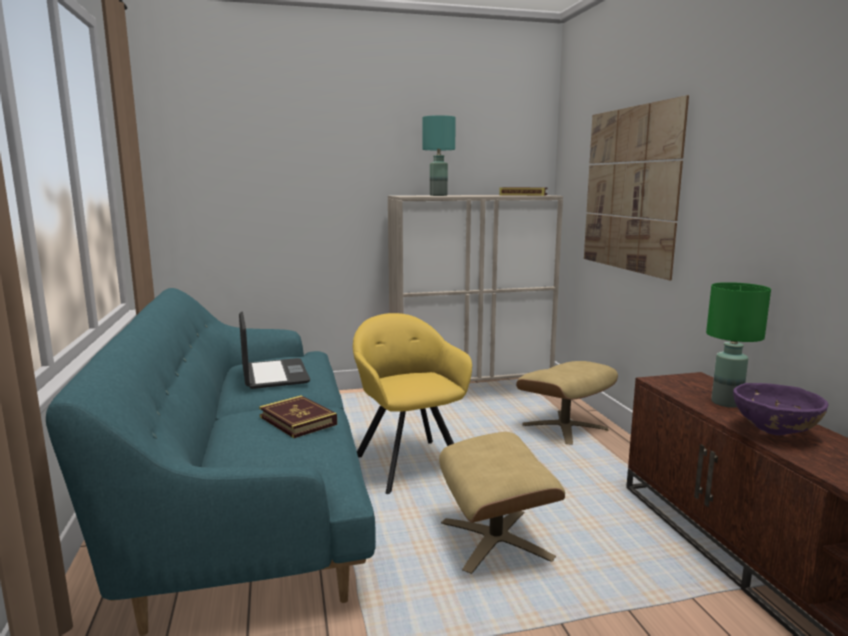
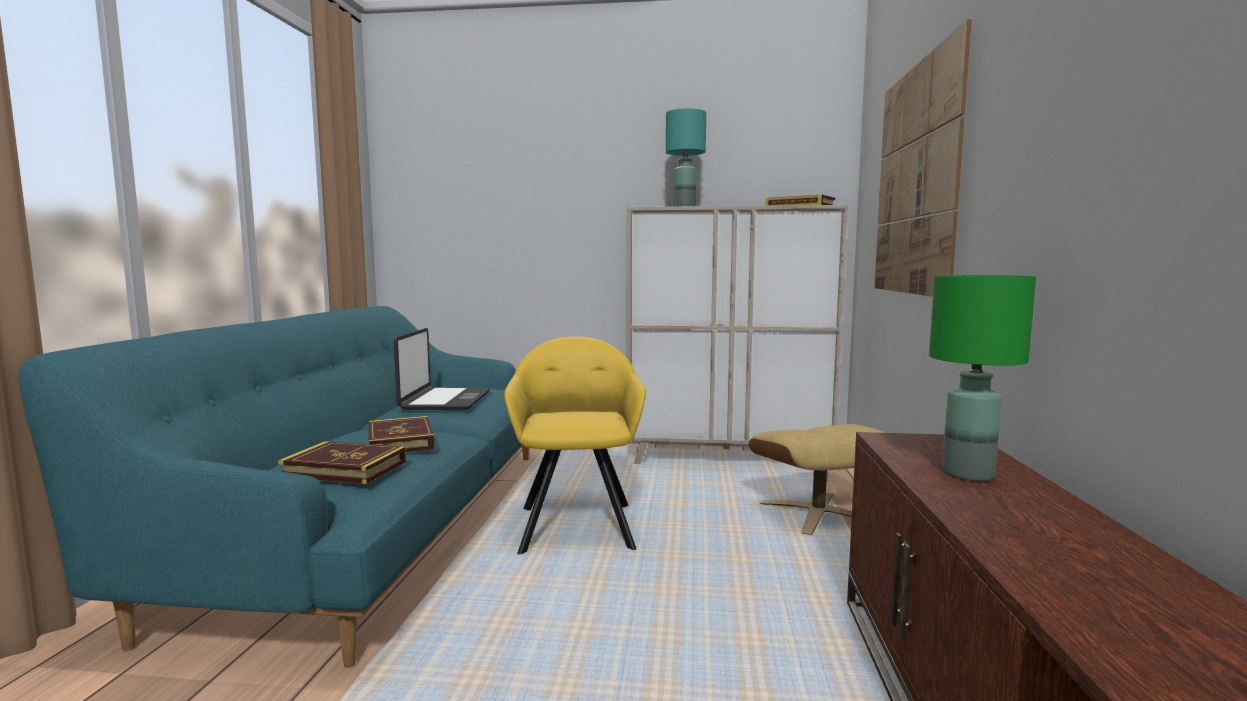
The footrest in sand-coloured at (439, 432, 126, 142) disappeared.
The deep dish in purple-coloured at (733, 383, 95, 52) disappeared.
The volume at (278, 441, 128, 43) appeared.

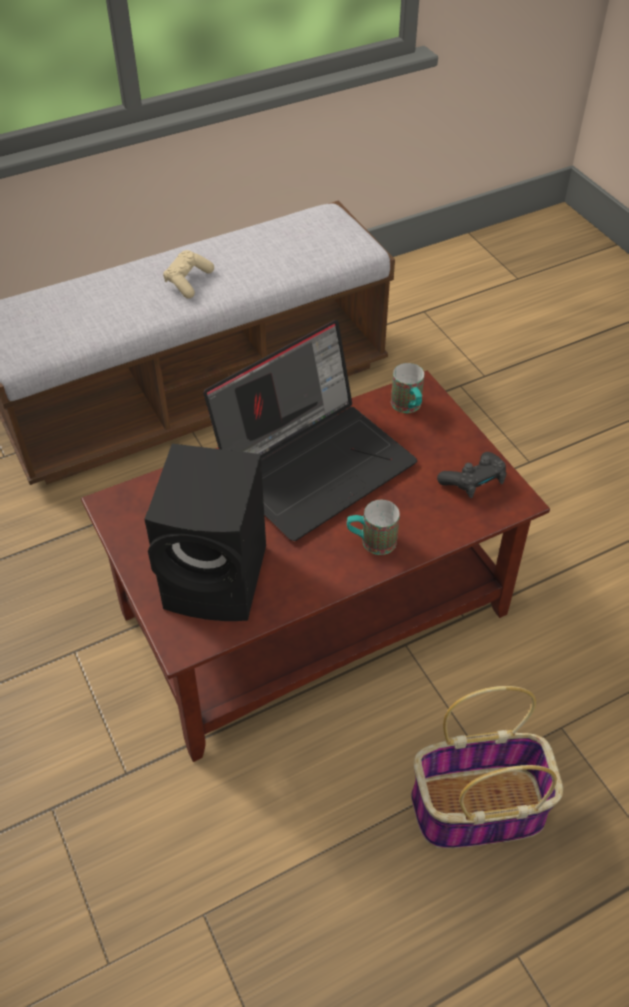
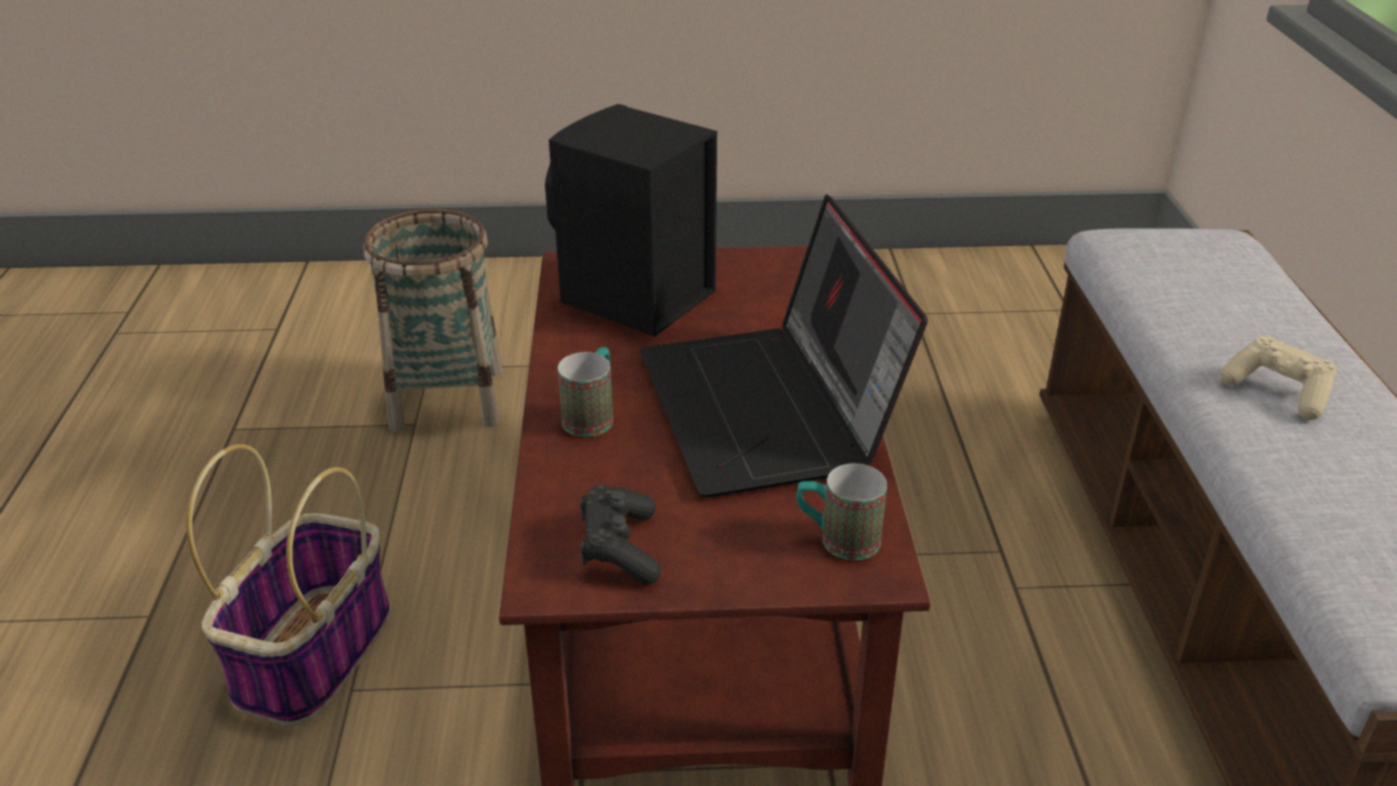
The storage basket at (363, 209, 139, 223) appeared.

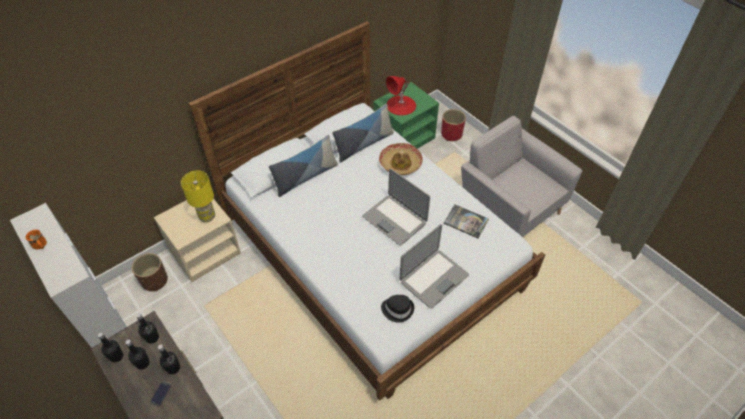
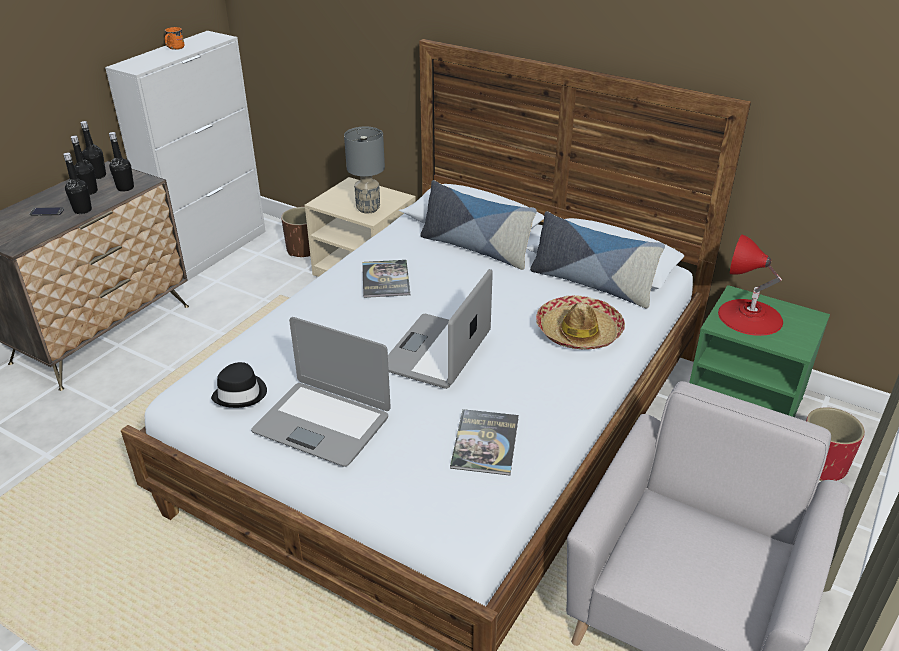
The volume at (362, 260, 48, 38) appeared.
The lamp for a table in yellow-coloured at (181, 171, 34, 51) became the lamp for a table in grey at (344, 127, 41, 86).

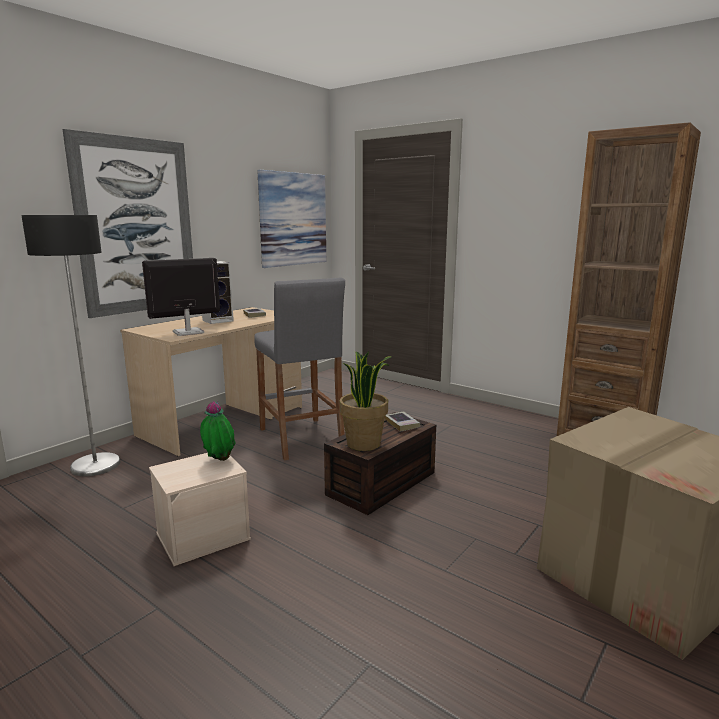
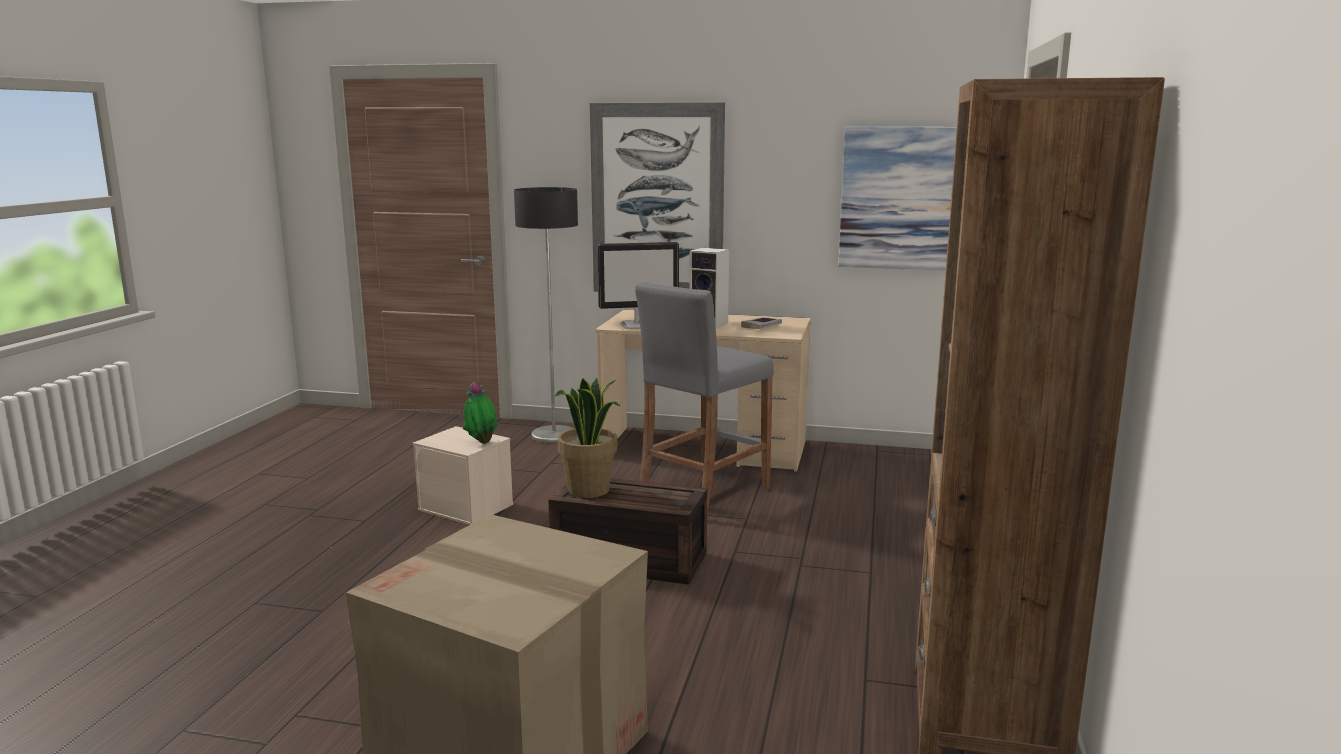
The volume at (385, 411, 35, 21) disappeared.
The computer display at (142, 258, 78, 78) turned 135 degrees clockwise.

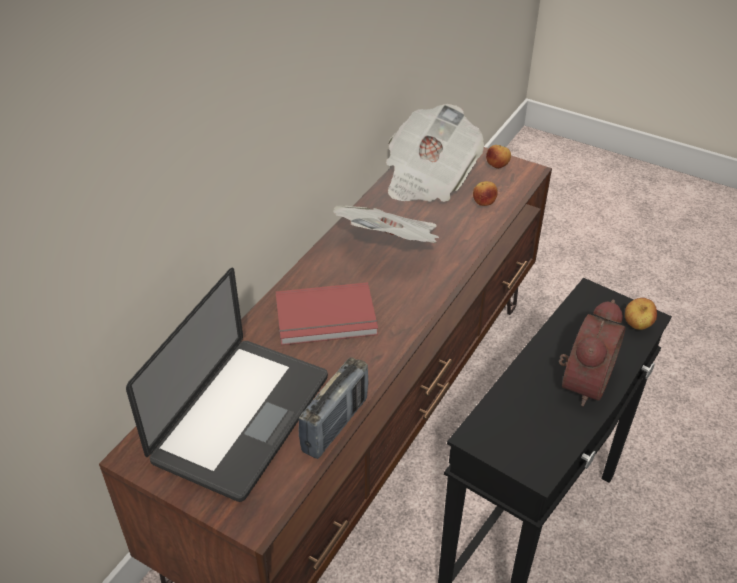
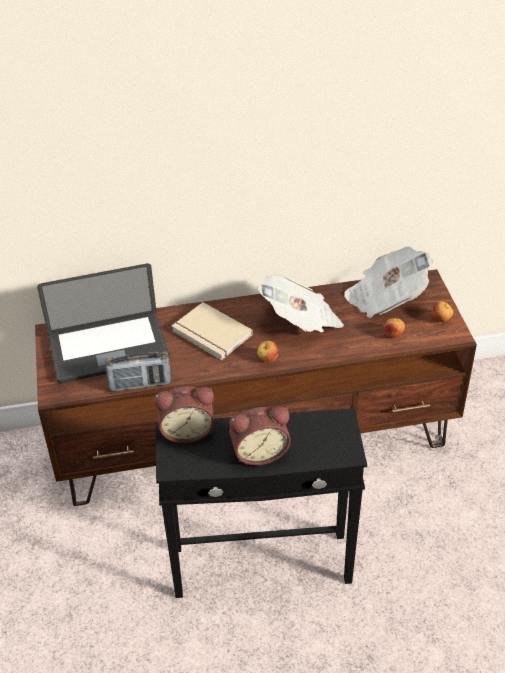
The bedside clock at (154, 386, 60, 57) appeared.
The apple moved from (625, 298, 32, 32) to (257, 341, 22, 21).
The volume in red at (276, 282, 102, 63) became the volume in sand-coloured at (172, 302, 81, 58).

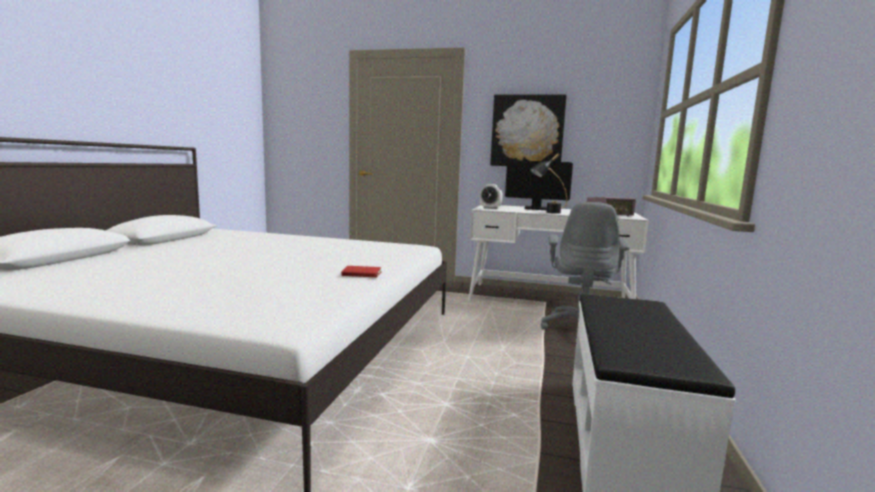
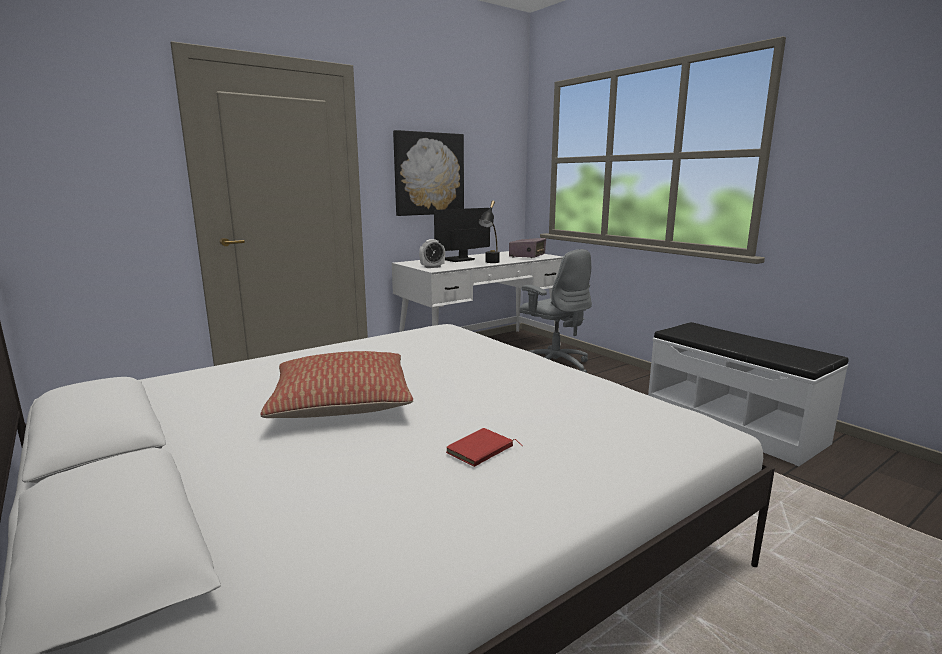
The throw pillow at (261, 351, 152, 67) appeared.
The volume in red moved from (341, 266, 41, 11) to (446, 428, 76, 39).

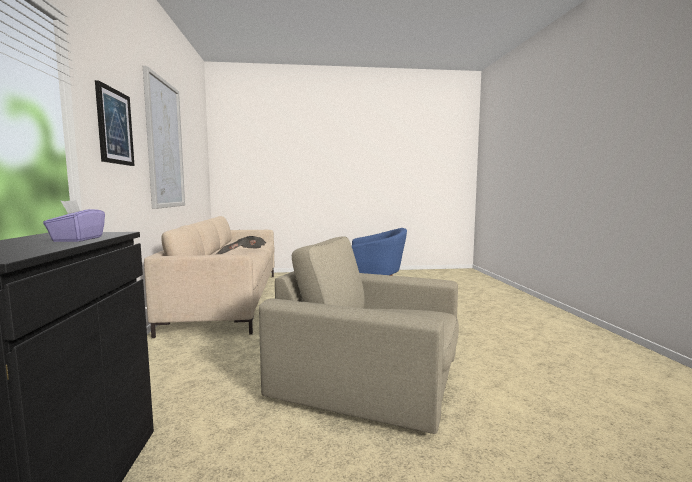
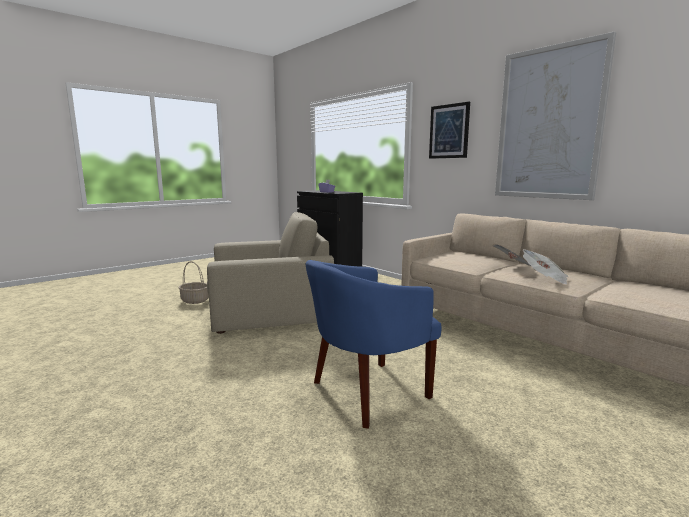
The storage basket at (179, 261, 30, 43) appeared.

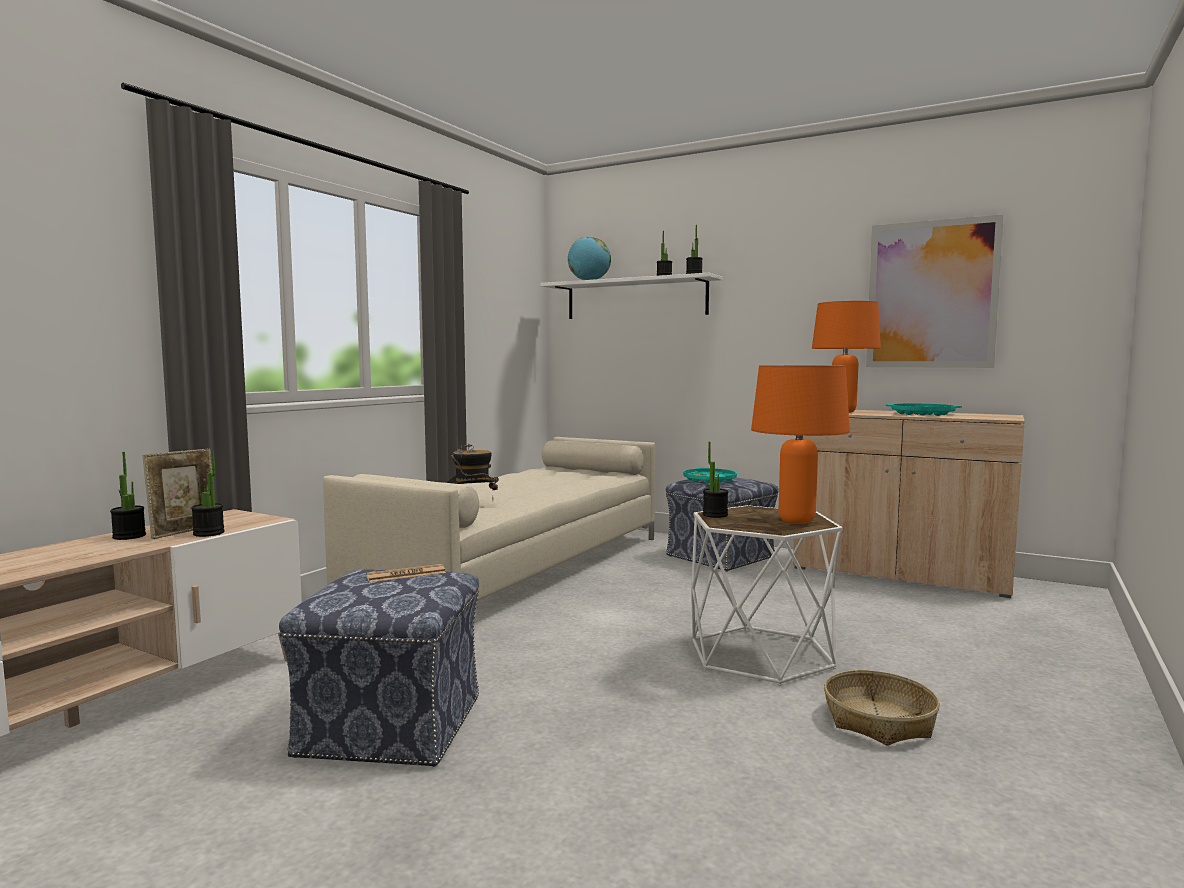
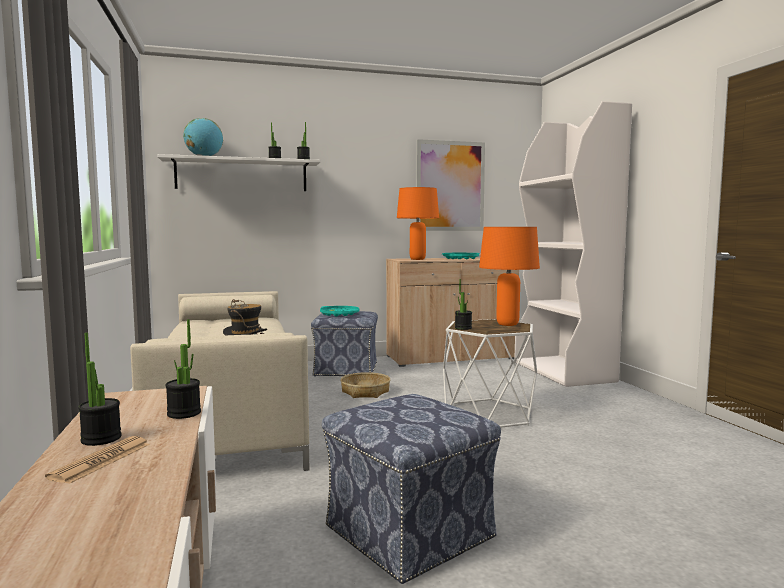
The picture frame at (143, 448, 69, 91) disappeared.
The bookshelf in white-coloured at (514, 101, 118, 286) appeared.
The printed paper moved from (366, 564, 80, 18) to (45, 436, 105, 48).
The storage basket moved from (824, 670, 116, 75) to (341, 372, 49, 26).

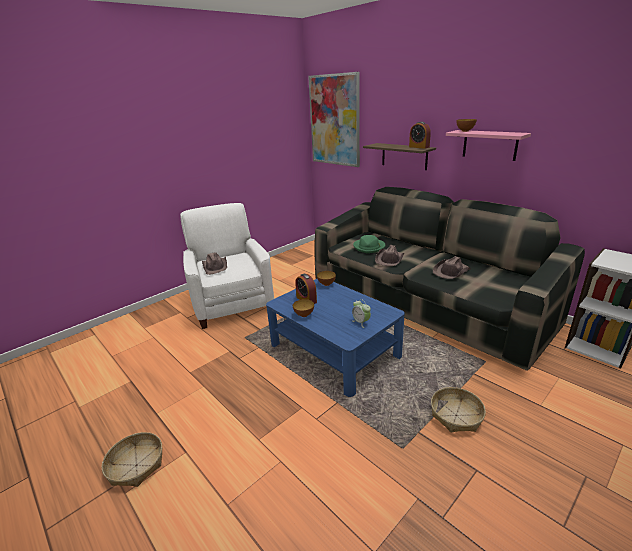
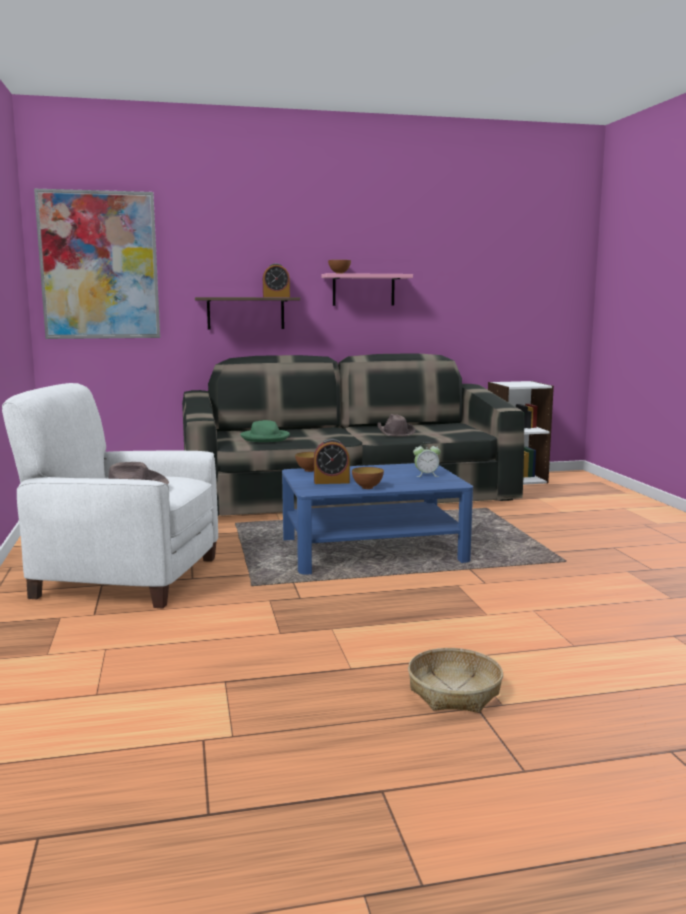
The wearable hat in brownish at (375, 245, 29, 21) disappeared.
The storage basket at (431, 387, 55, 45) disappeared.

